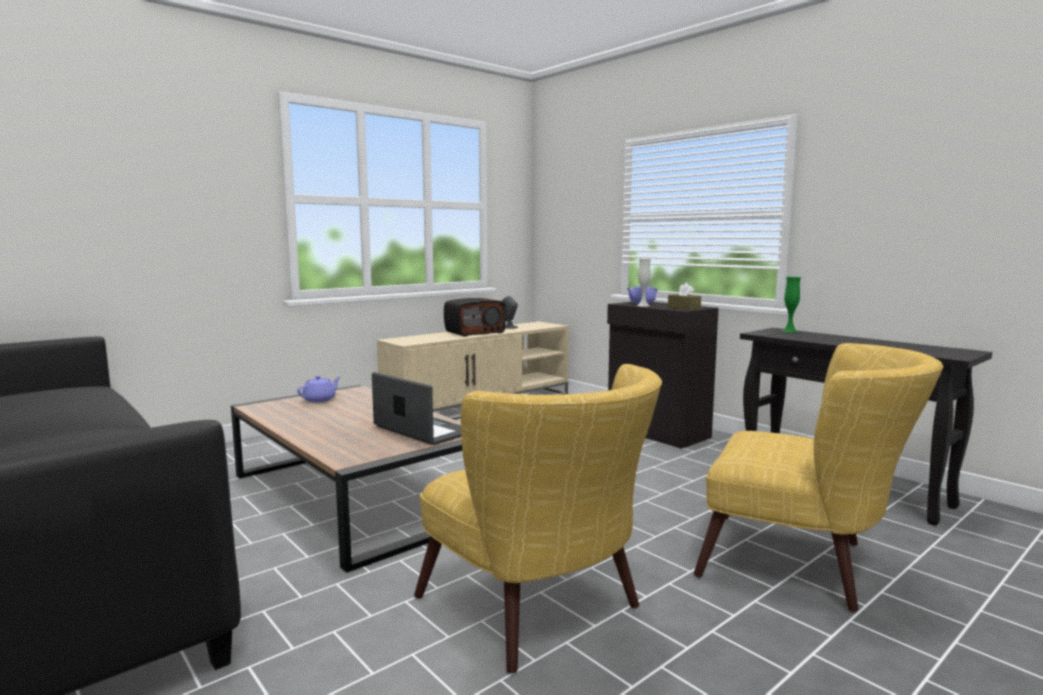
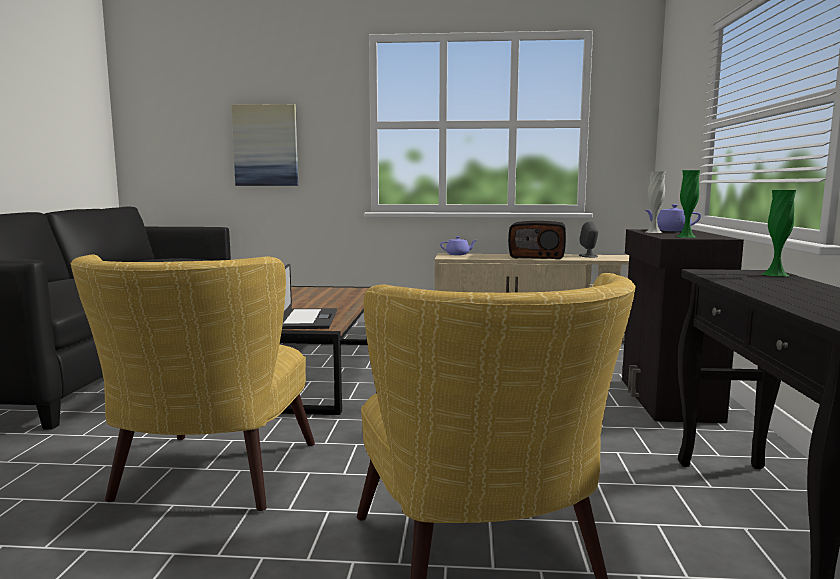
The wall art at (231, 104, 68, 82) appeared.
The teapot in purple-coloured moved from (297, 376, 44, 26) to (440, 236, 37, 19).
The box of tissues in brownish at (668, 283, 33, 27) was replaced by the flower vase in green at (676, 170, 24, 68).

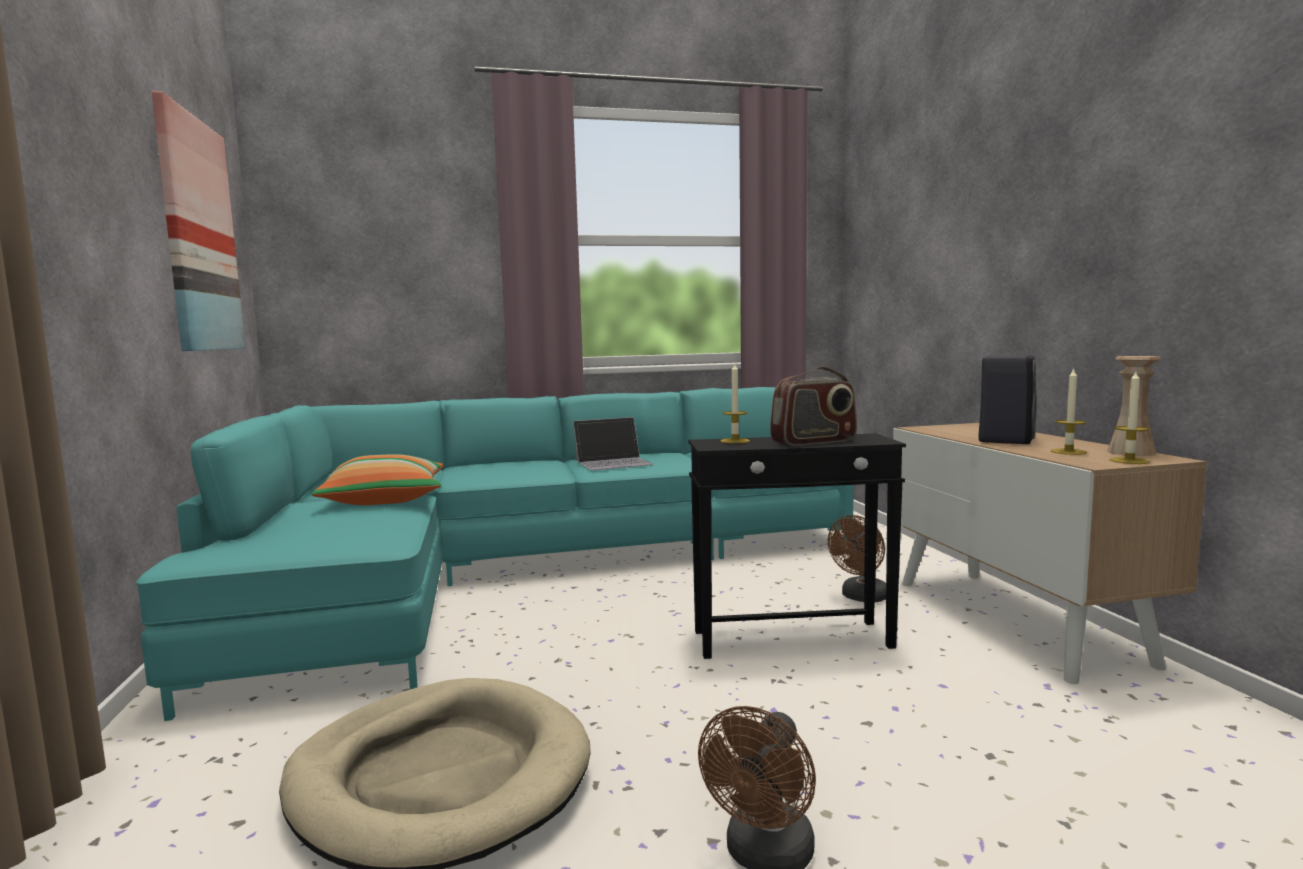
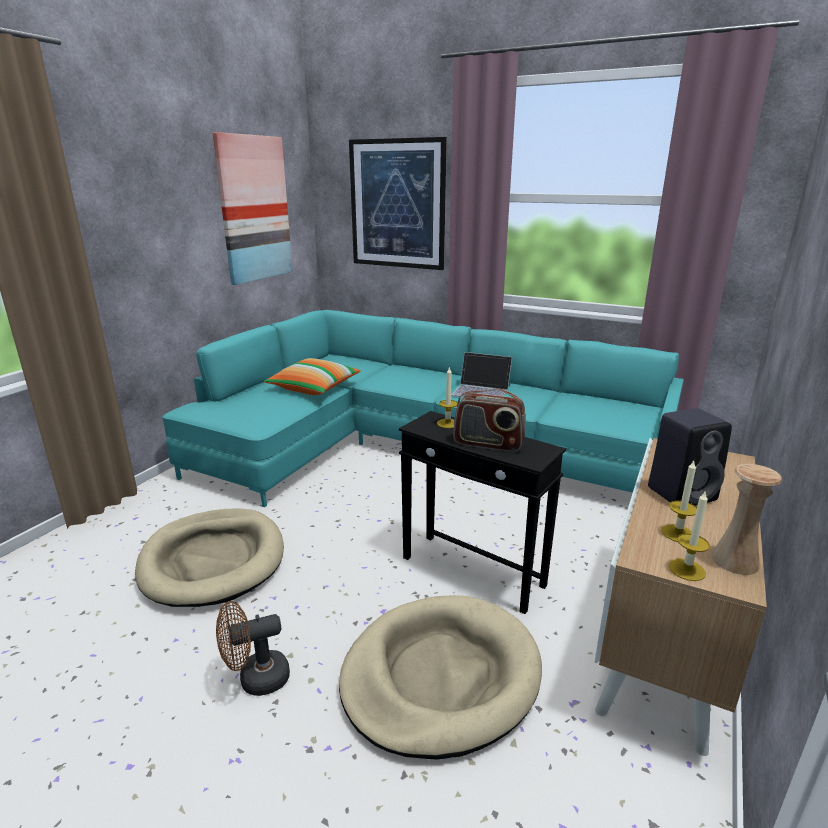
The fan in brownish at (828, 515, 58, 87) disappeared.
The dog cushion in sand-coloured at (339, 595, 203, 165) appeared.
The wall art at (349, 137, 98, 133) appeared.

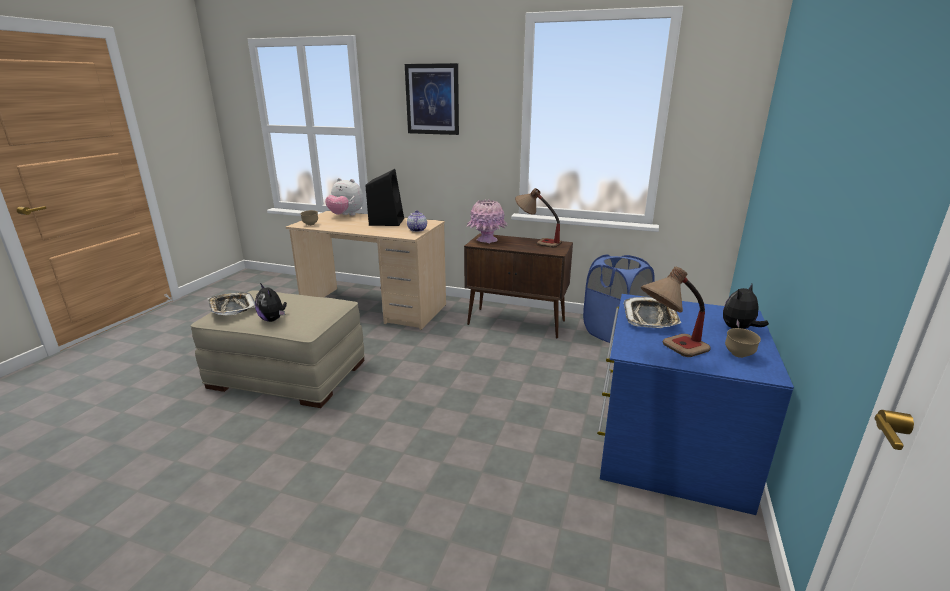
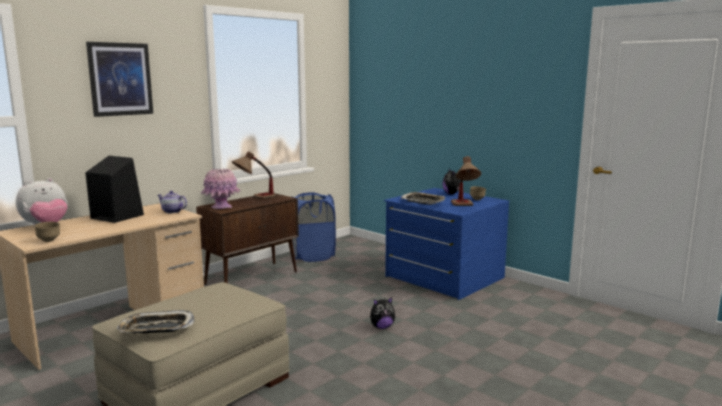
The soft toy moved from (255, 283, 32, 39) to (370, 297, 25, 32).

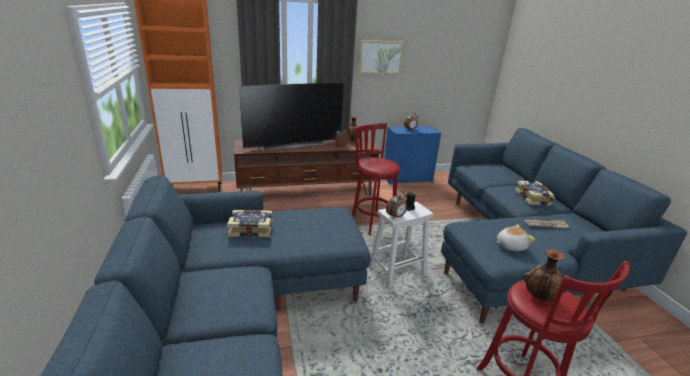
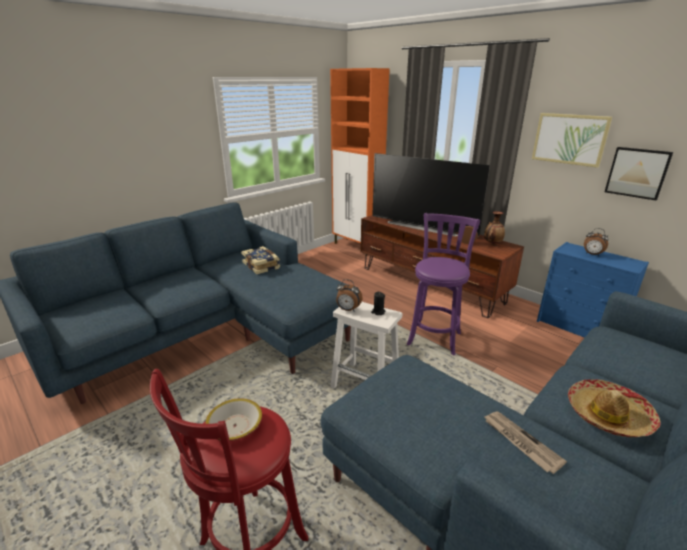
The soft toy at (496, 224, 39, 27) disappeared.
The wall art at (605, 147, 68, 53) appeared.
The volume at (515, 181, 40, 24) was replaced by the wearable hat at (568, 379, 93, 58).
The flower vase at (523, 249, 44, 53) was replaced by the deep dish at (205, 398, 57, 43).
The stool seat in red at (352, 123, 48, 112) became the stool seat in purple-coloured at (407, 213, 73, 143).

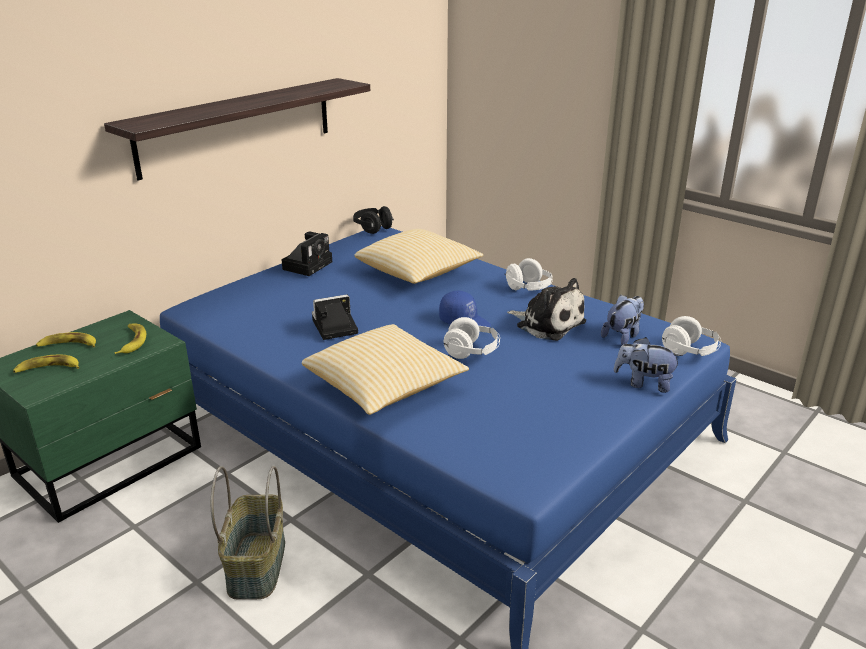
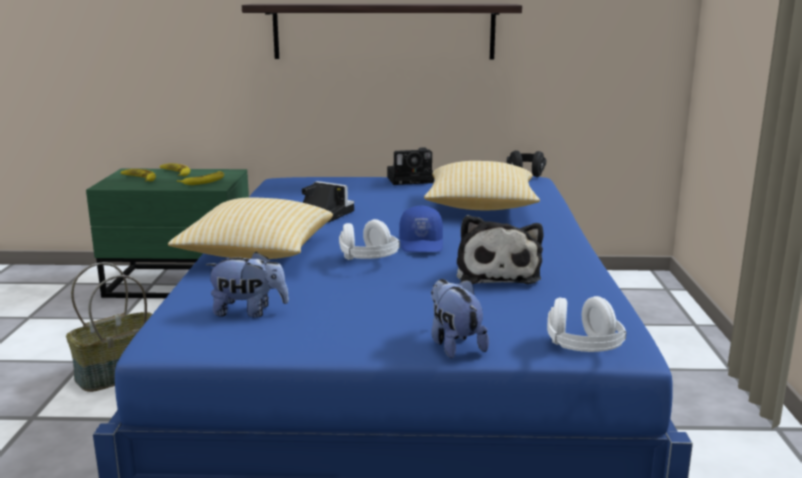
The pair of headphones in white-coloured at (505, 258, 48, 33) disappeared.
The soft toy moved from (601, 295, 43, 50) to (205, 252, 84, 66).

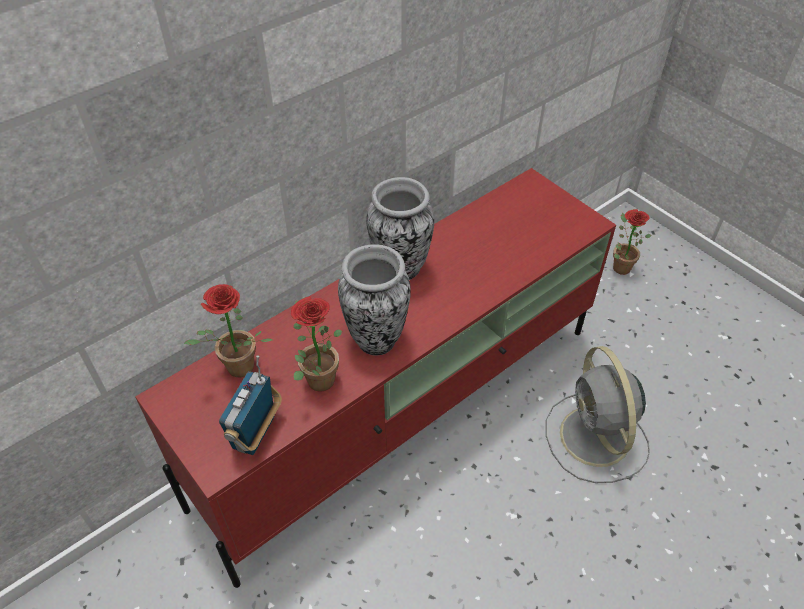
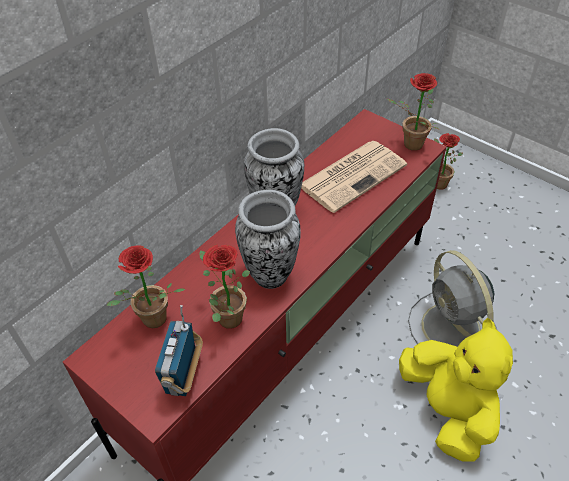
The printed paper at (301, 141, 106, 72) appeared.
The houseplant at (387, 73, 53, 78) appeared.
The soft toy in yellow-coloured at (399, 318, 114, 143) appeared.

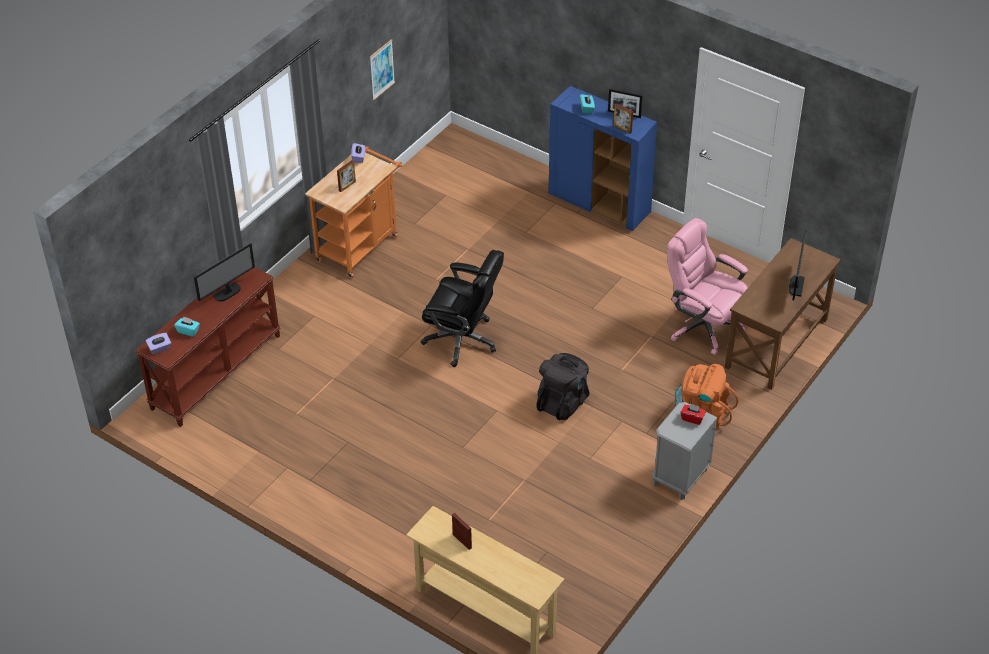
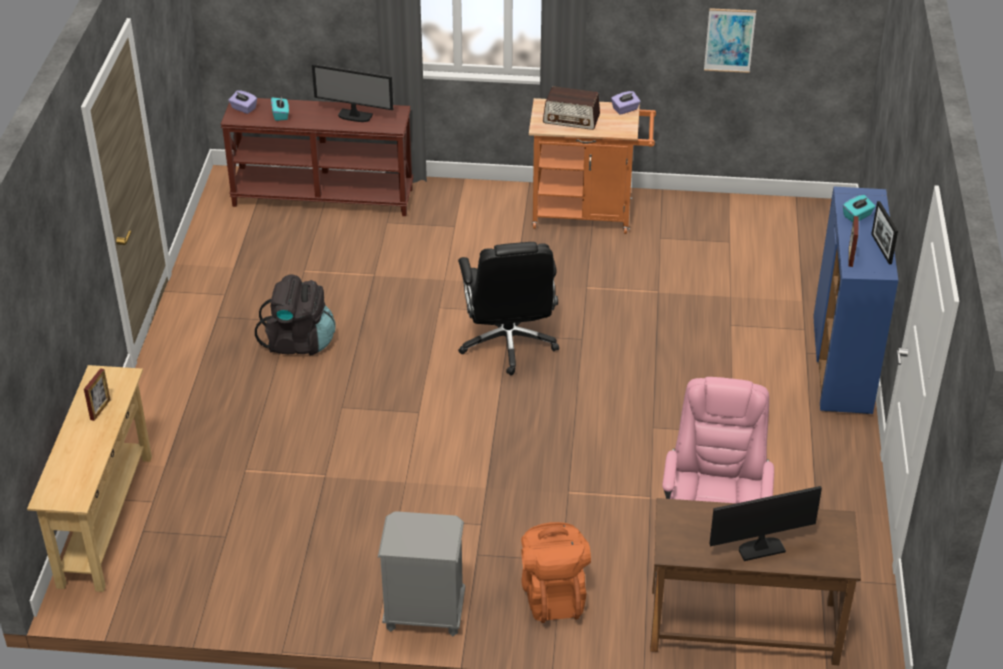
The box of tissues in red at (680, 403, 26, 22) disappeared.
The knapsack in black moved from (536, 353, 53, 67) to (255, 274, 81, 81).
The picture frame at (337, 160, 19, 32) was replaced by the radio set at (543, 86, 57, 44).

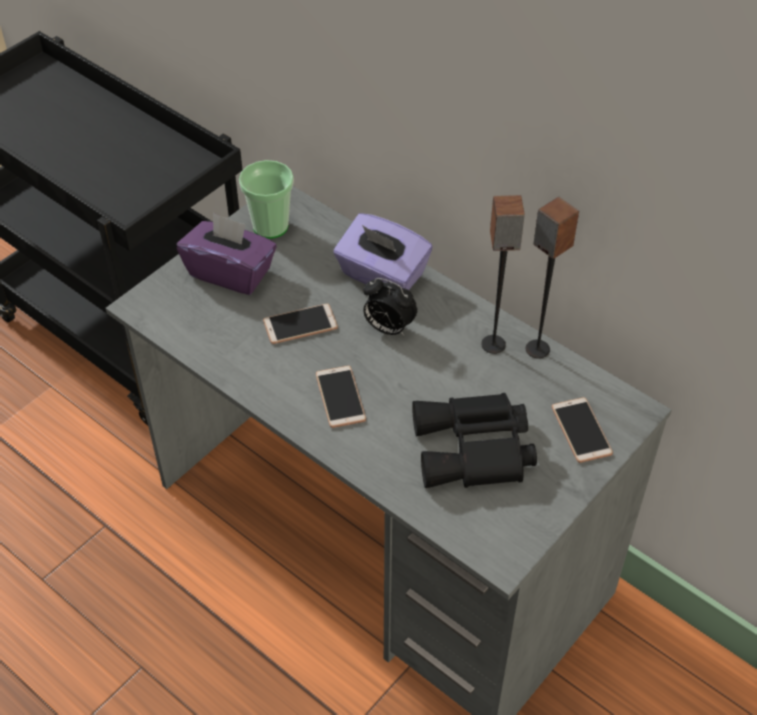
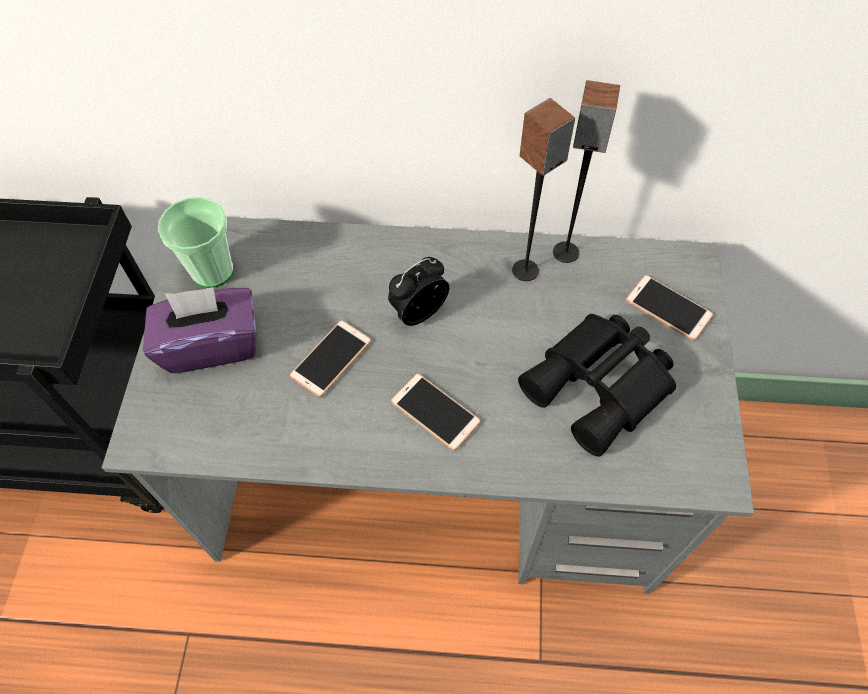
The box of tissues in purple-coloured at (333, 213, 99, 77) disappeared.
The bedside clock at (363, 278, 54, 58) turned 150 degrees clockwise.

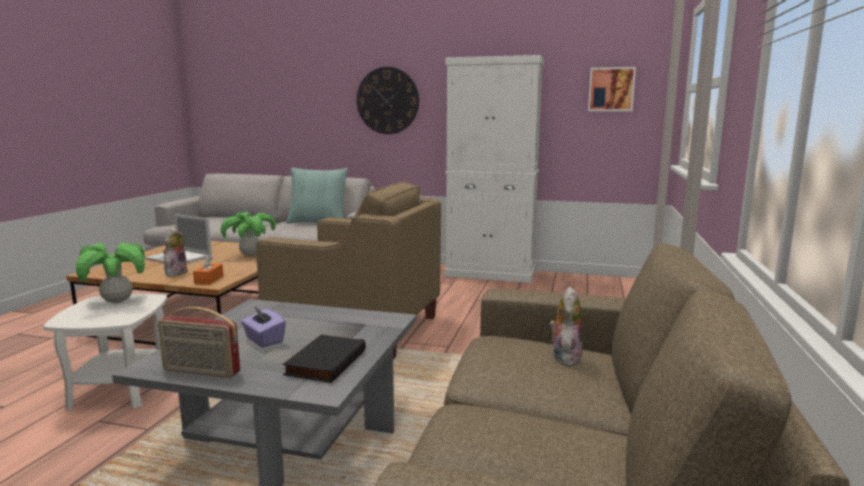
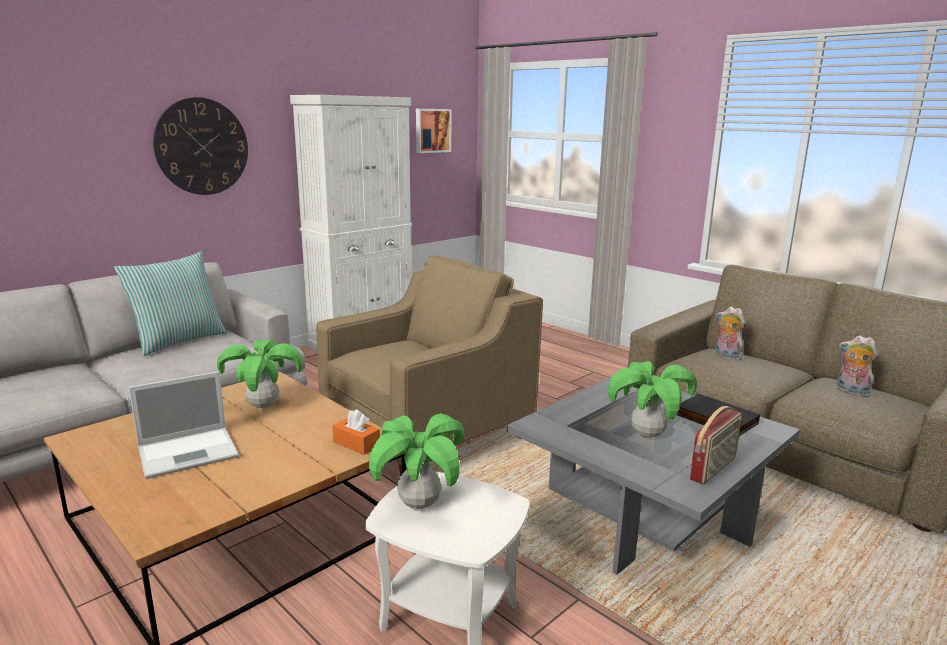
The soft toy moved from (163, 227, 24, 50) to (837, 335, 40, 62).
The box of tissues in purple-coloured at (241, 306, 45, 41) was replaced by the houseplant at (608, 361, 89, 77).

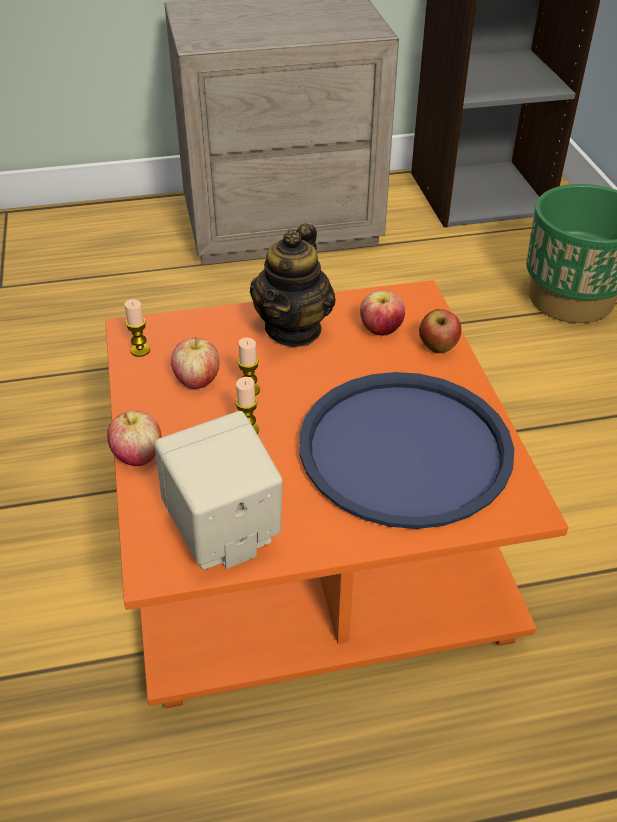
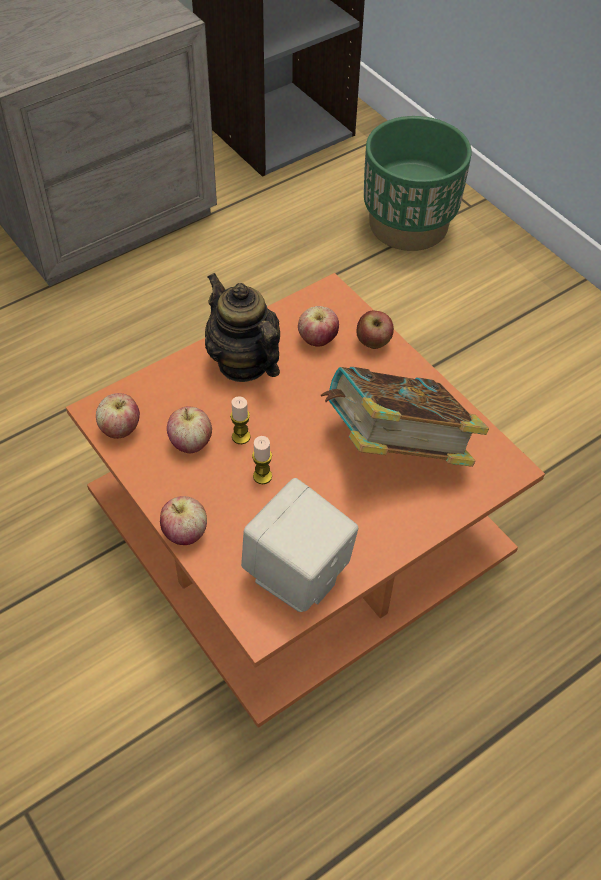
The wax candle at (125, 299, 25, 58) was replaced by the apple at (96, 393, 44, 46).
The serving tray in bluish at (299, 372, 215, 157) was replaced by the volume at (321, 367, 168, 100).
The teapot at (250, 223, 86, 124) turned 150 degrees clockwise.

